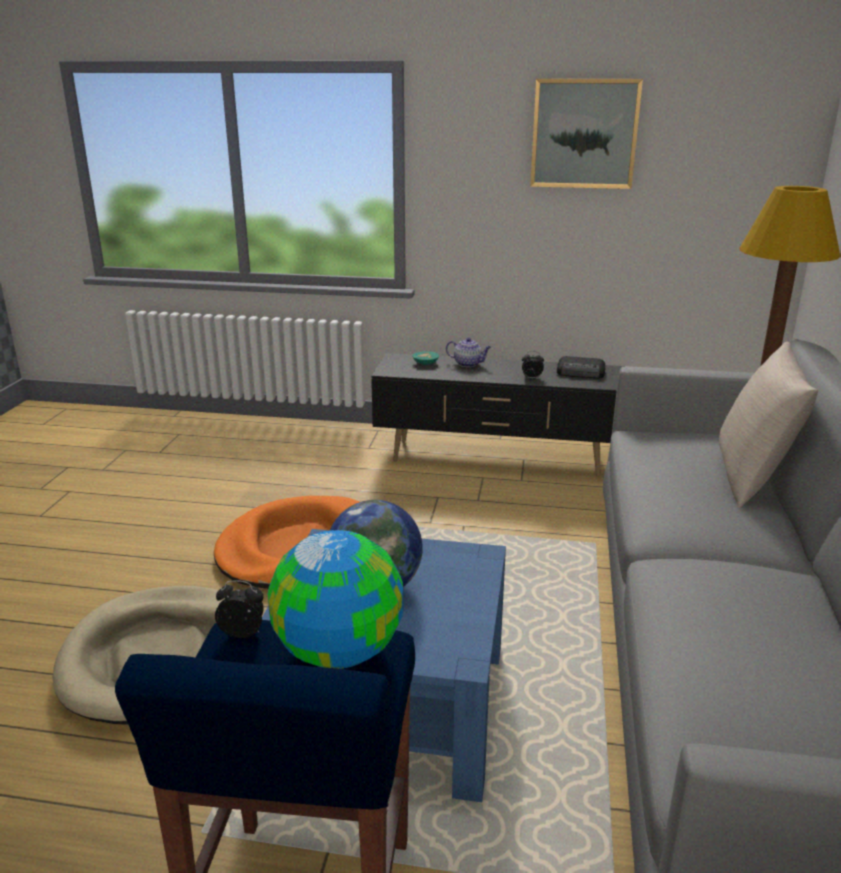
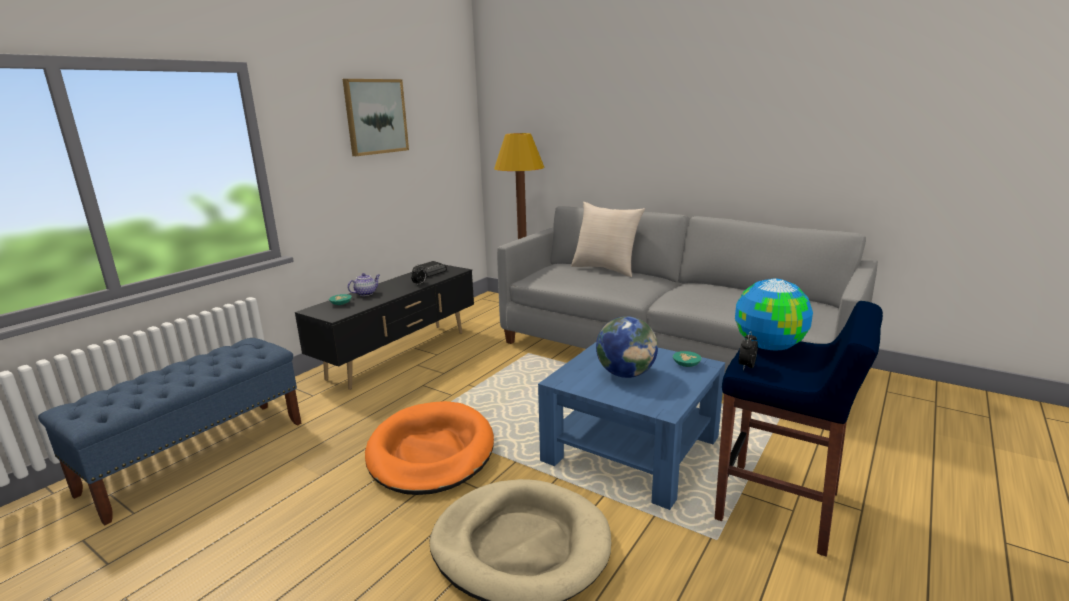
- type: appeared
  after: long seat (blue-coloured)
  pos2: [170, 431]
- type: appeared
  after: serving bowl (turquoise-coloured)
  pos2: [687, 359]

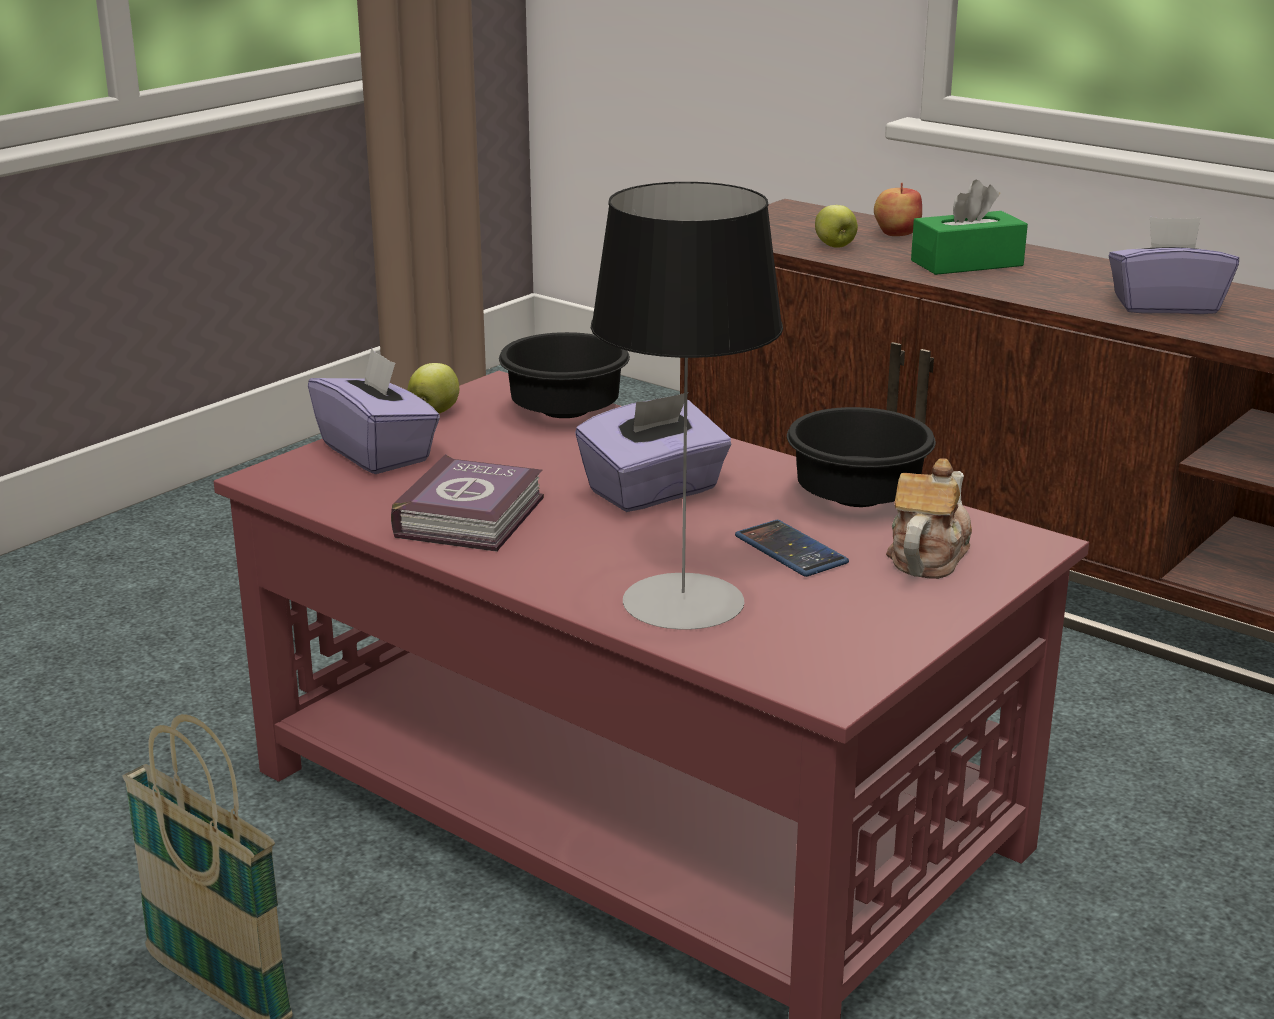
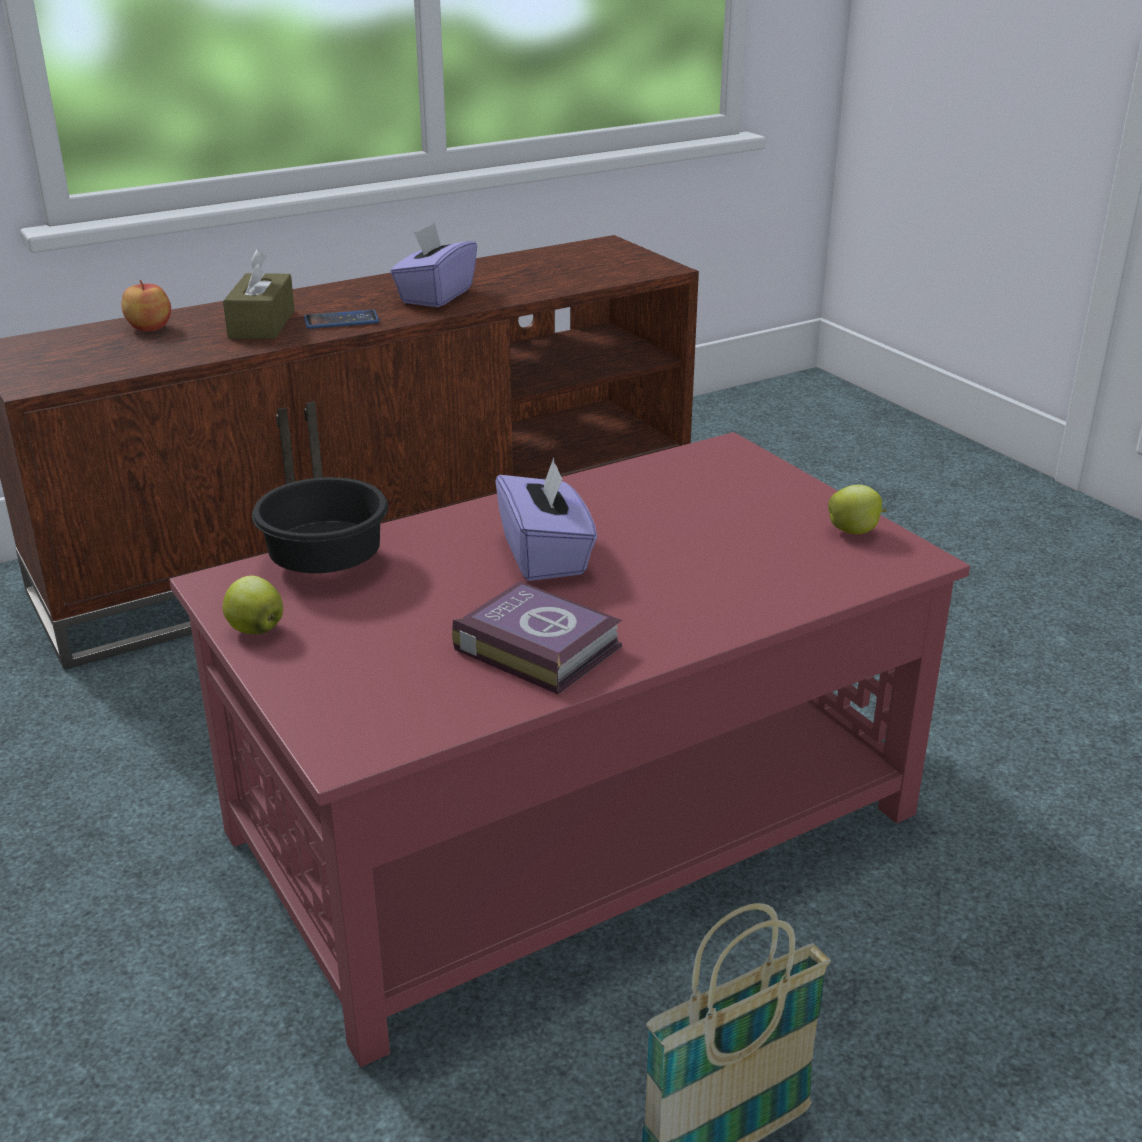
- type: missing
  before: tissue holder (purplish)
  pos1: [374, 411]
- type: missing
  before: lamp for a table
  pos1: [687, 406]
- type: relocated
  before: handset
  pos1: [792, 548]
  pos2: [341, 319]
- type: missing
  before: serving bowl (black-coloured)
  pos1: [861, 457]
- type: relocated
  before: apple fruit
  pos1: [836, 226]
  pos2: [857, 509]
- type: missing
  before: tea pot
  pos1: [929, 518]
- type: colour
  before: tissue holder (greenish)
  after: tissue holder (brown-coloured)
  pos1: [969, 227]
  pos2: [259, 294]

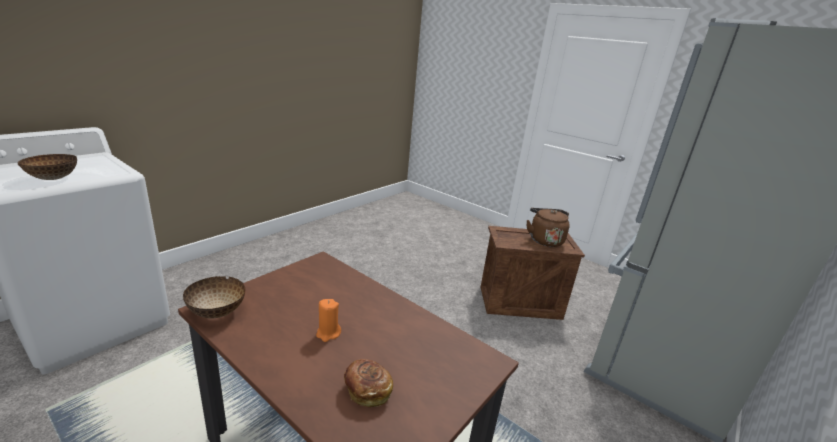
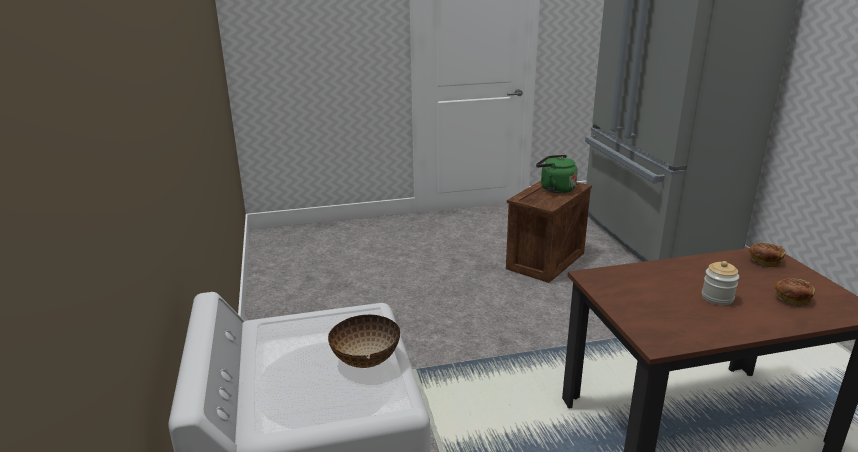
- type: missing
  before: serving bowl
  pos1: [214, 297]
- type: exchanged
  before: wax light (orangey)
  after: jar
  pos1: [328, 320]
  pos2: [720, 283]
- type: colour
  before: kettle (brown-coloured)
  after: kettle (greenish)
  pos1: [548, 227]
  pos2: [557, 174]
- type: appeared
  after: bread
  pos2: [767, 255]

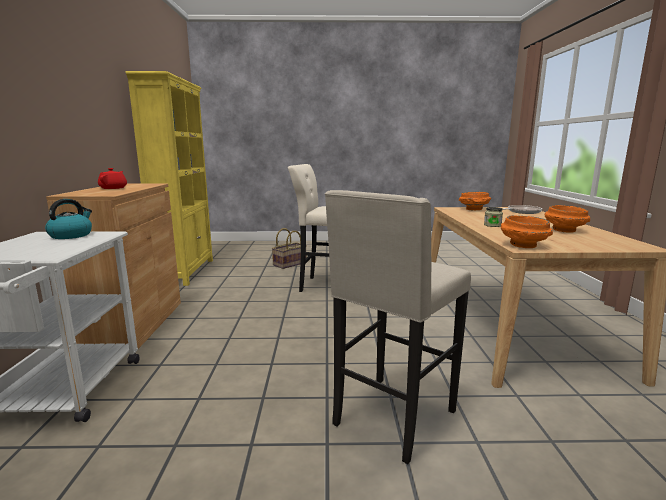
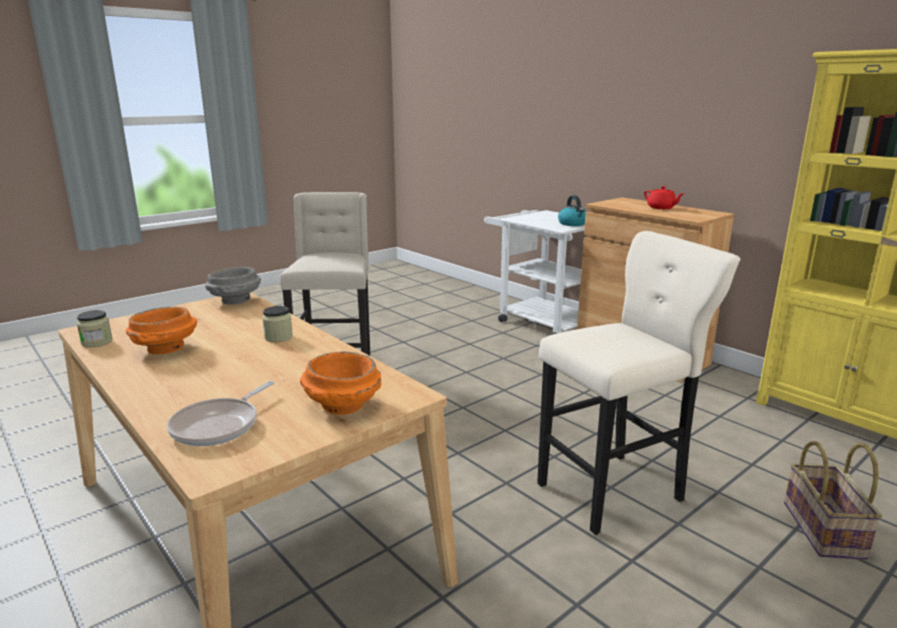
- type: colour
  before: serving bowl (orangey)
  after: serving bowl (gray)
  pos1: [527, 231]
  pos2: [233, 286]
- type: appeared
  after: jar
  pos2: [95, 328]

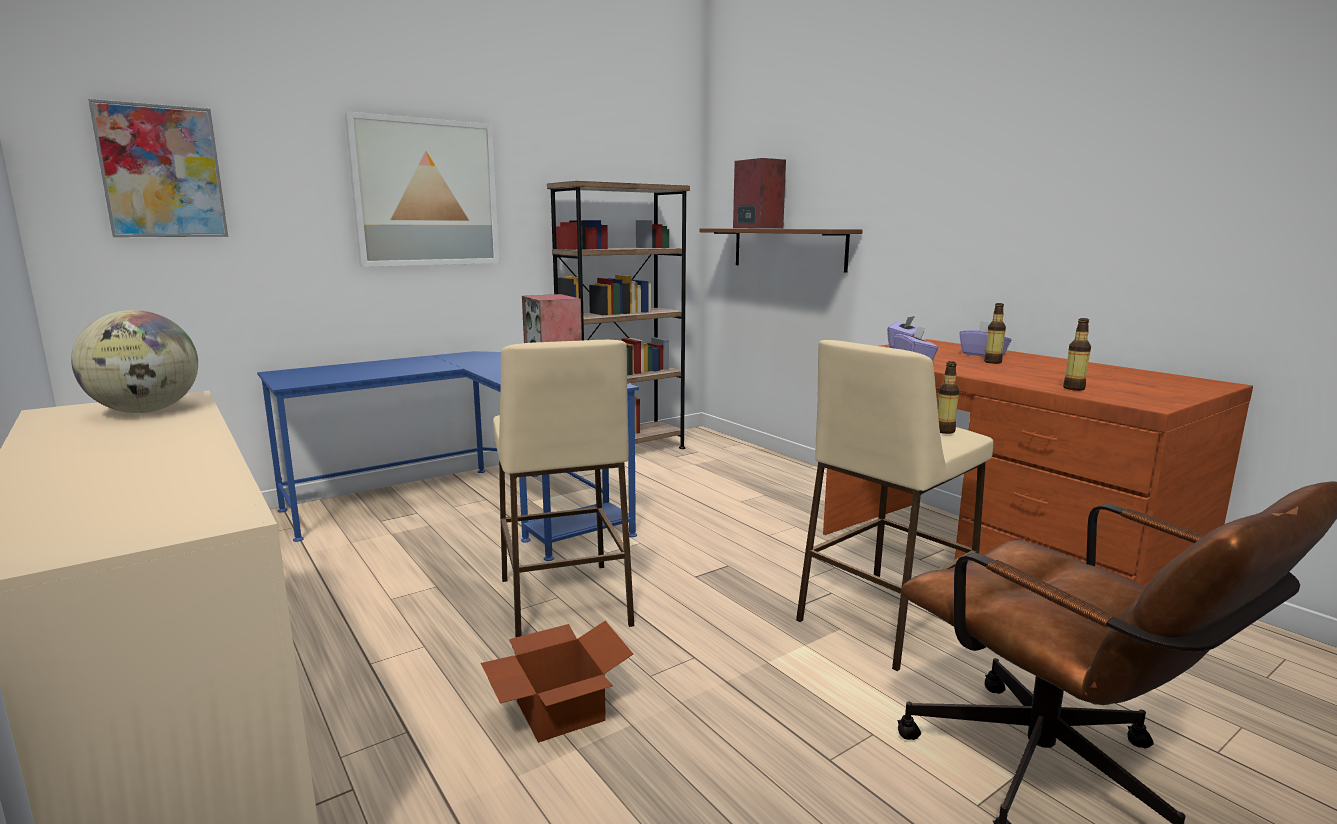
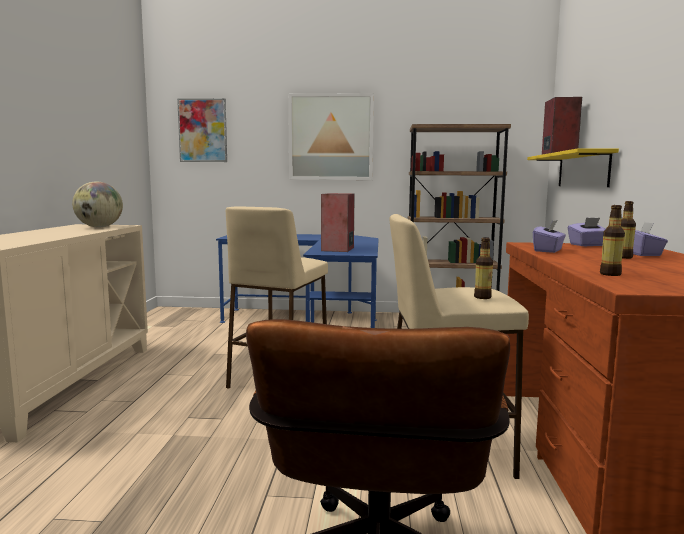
- type: missing
  before: packing box
  pos1: [557, 682]
- type: colour
  before: shelf (brown-coloured)
  after: shelf (yellowish)
  pos1: [781, 250]
  pos2: [573, 167]

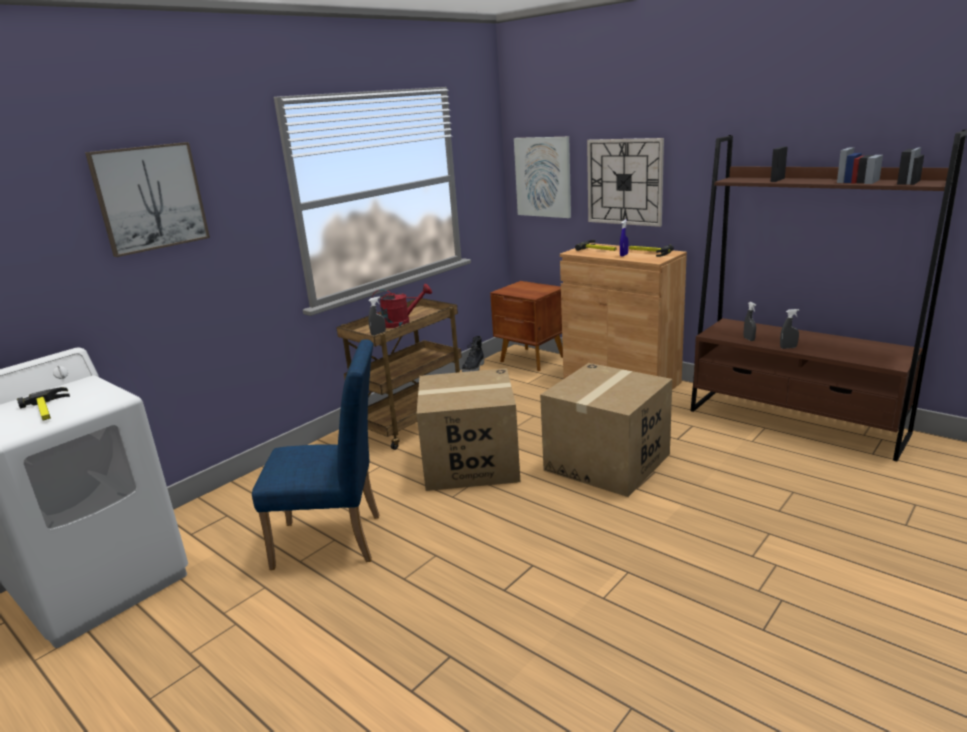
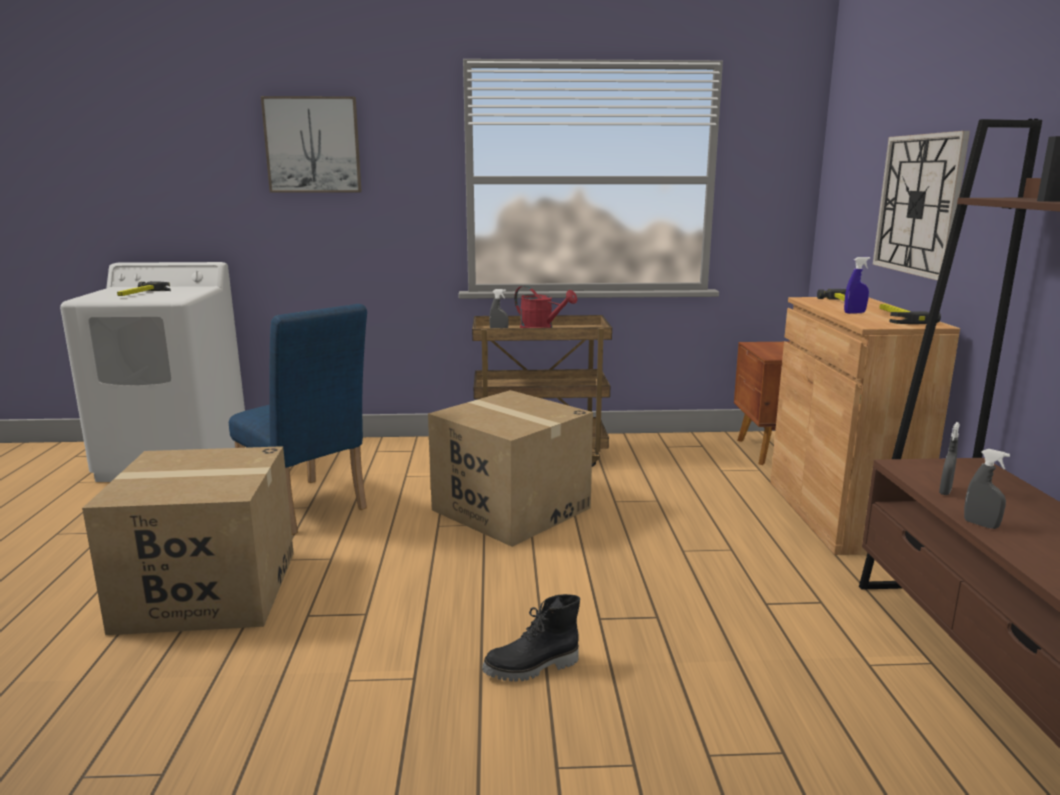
- type: relocated
  before: tall boot (black-coloured)
  pos1: [473, 354]
  pos2: [531, 638]
- type: missing
  before: wall picture
  pos1: [542, 177]
- type: relocated
  before: packing box
  pos1: [606, 430]
  pos2: [188, 540]

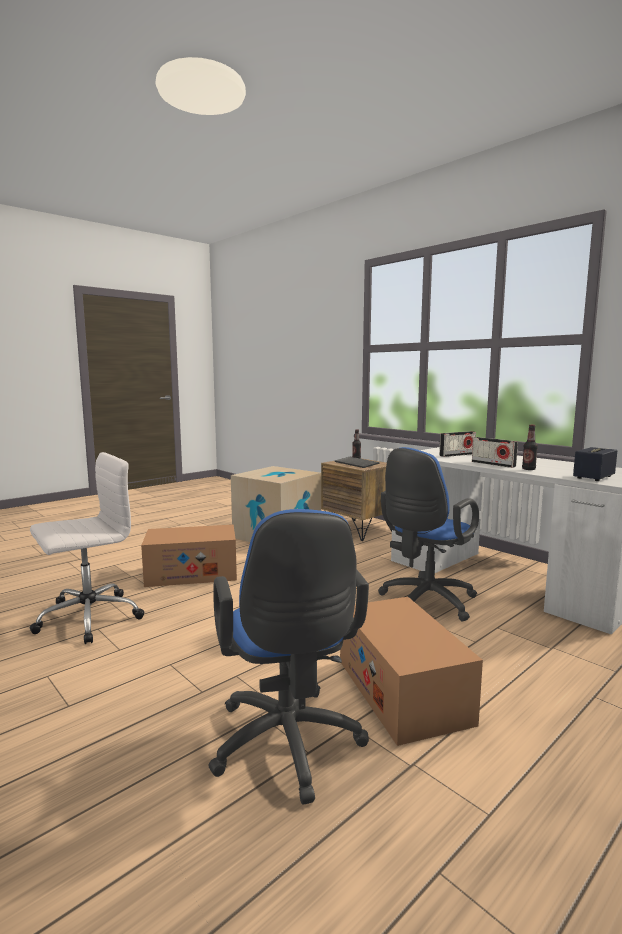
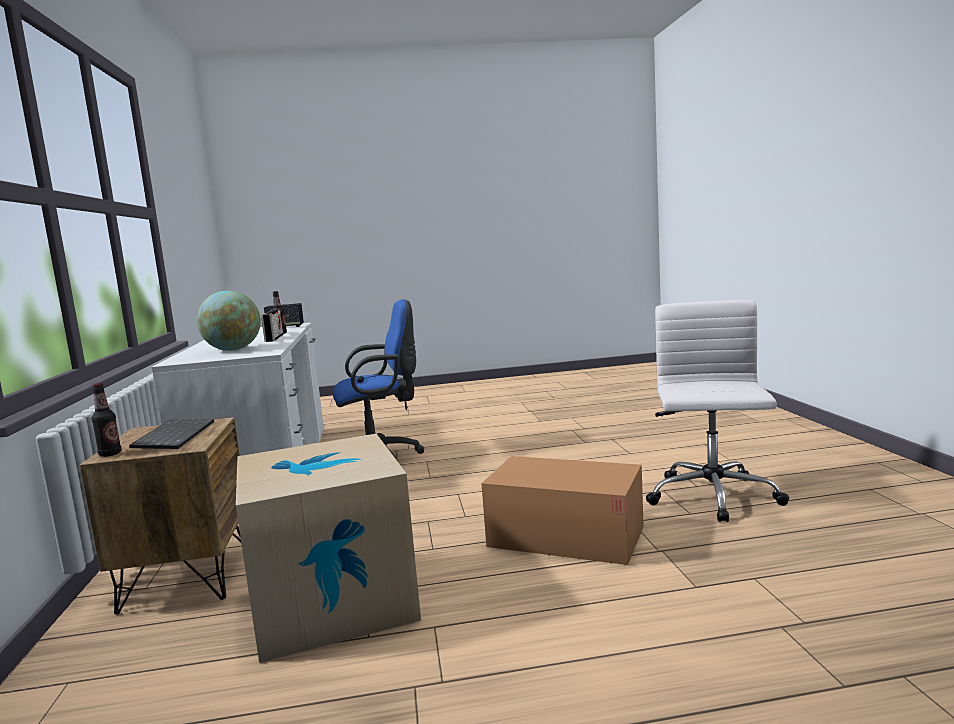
- type: spun
  before: office chair (white)
  pos1: [87, 548]
  pos2: [717, 411]
  turn: 105
- type: missing
  before: office chair (blue-coloured)
  pos1: [288, 657]
- type: missing
  before: packing box
  pos1: [411, 671]
- type: exchanged
  before: radio
  after: desk globe
  pos1: [457, 444]
  pos2: [229, 321]

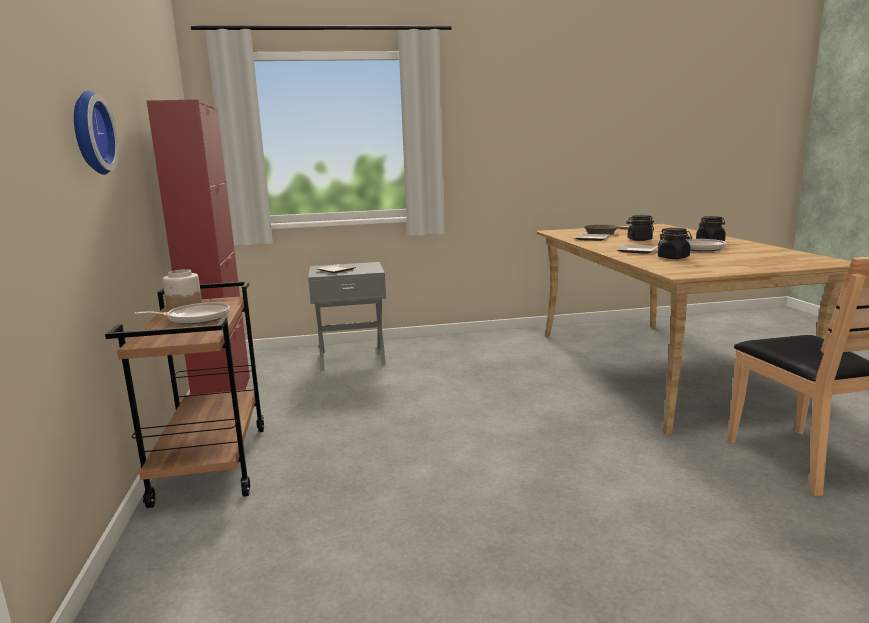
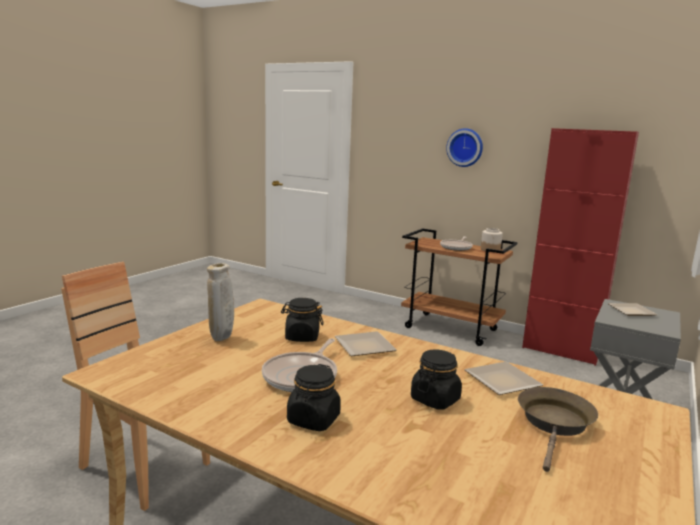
- type: appeared
  after: vase (beige)
  pos2: [220, 302]

